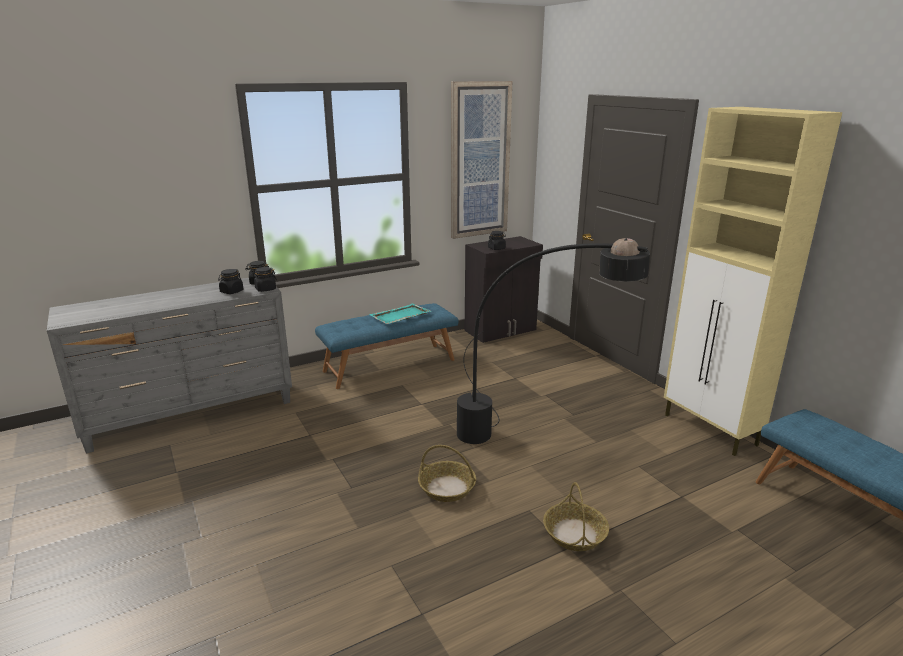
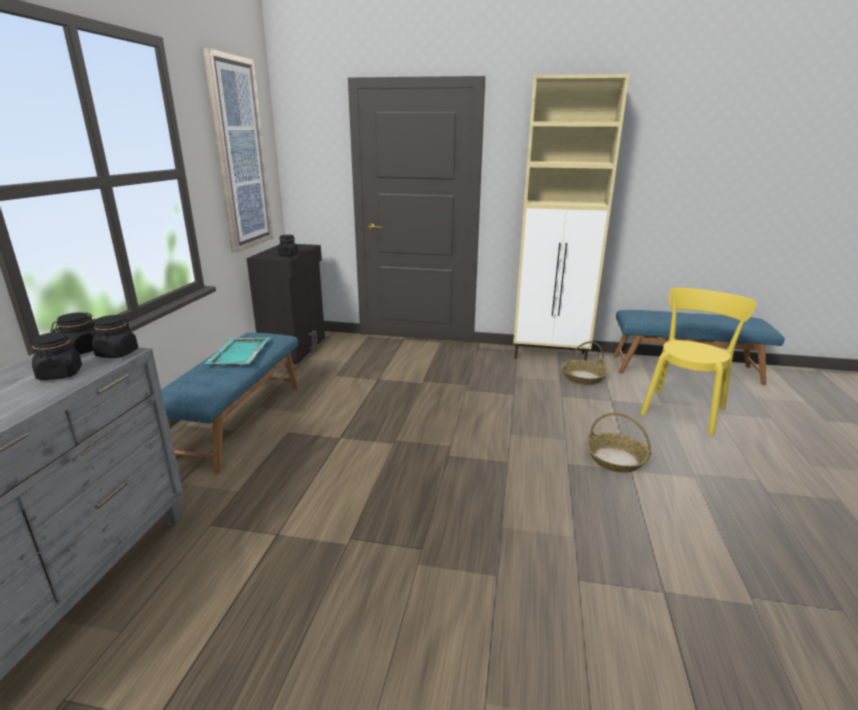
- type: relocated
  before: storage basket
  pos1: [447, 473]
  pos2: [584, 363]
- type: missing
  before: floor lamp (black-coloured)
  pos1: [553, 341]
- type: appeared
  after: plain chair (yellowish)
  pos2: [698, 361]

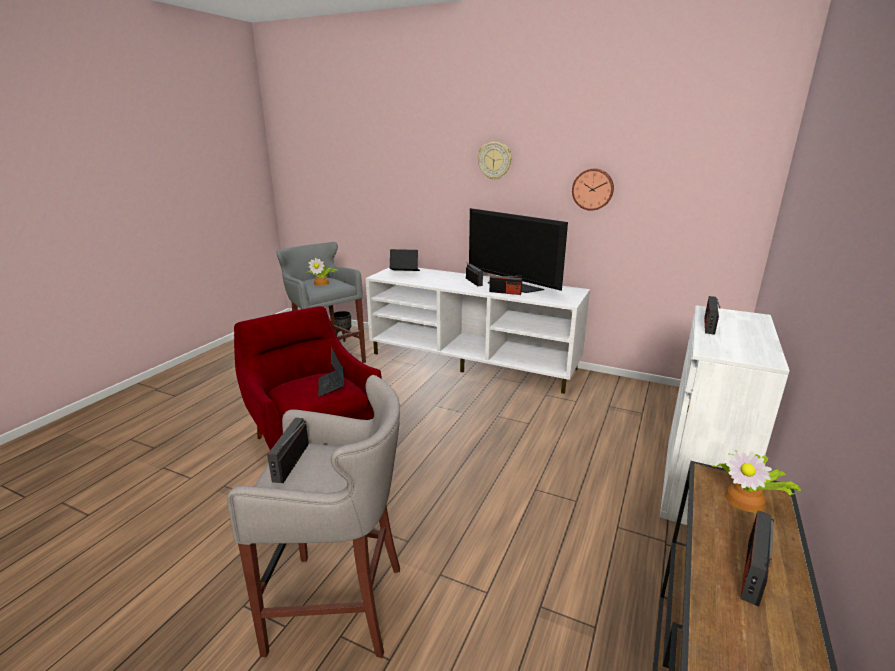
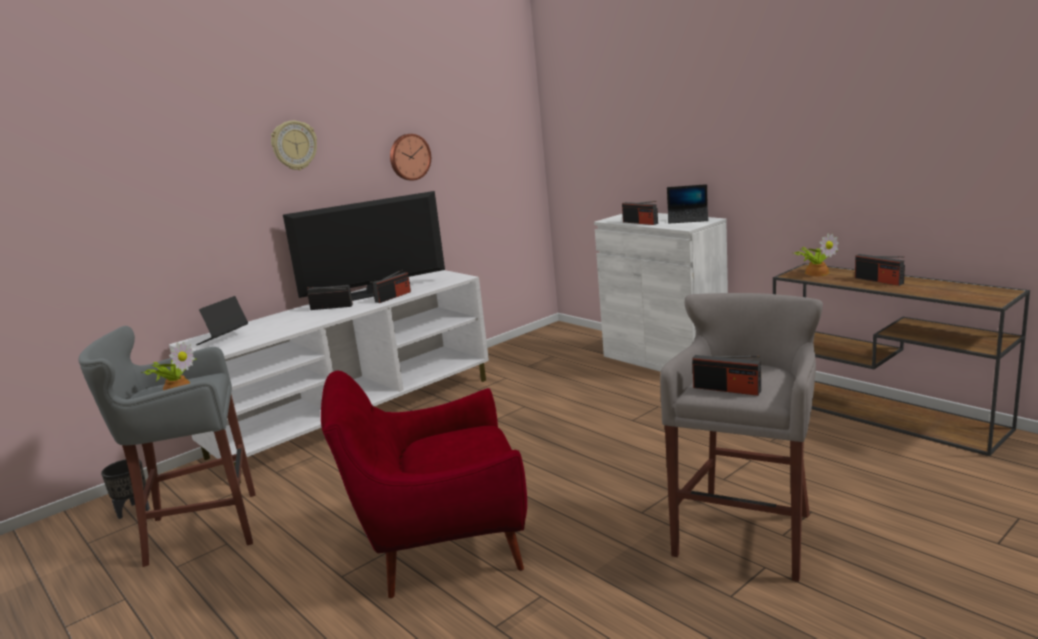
- type: relocated
  before: laptop
  pos1: [331, 372]
  pos2: [688, 204]

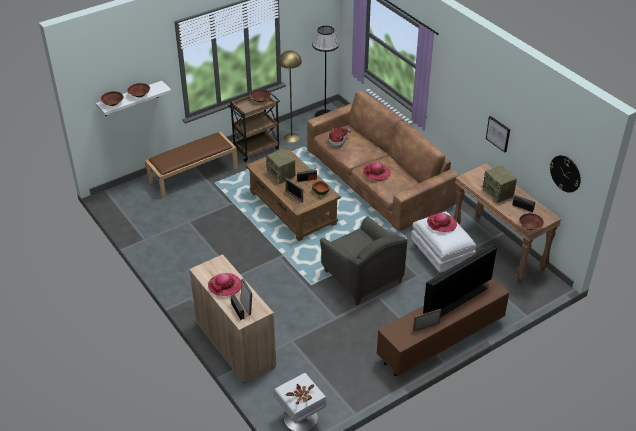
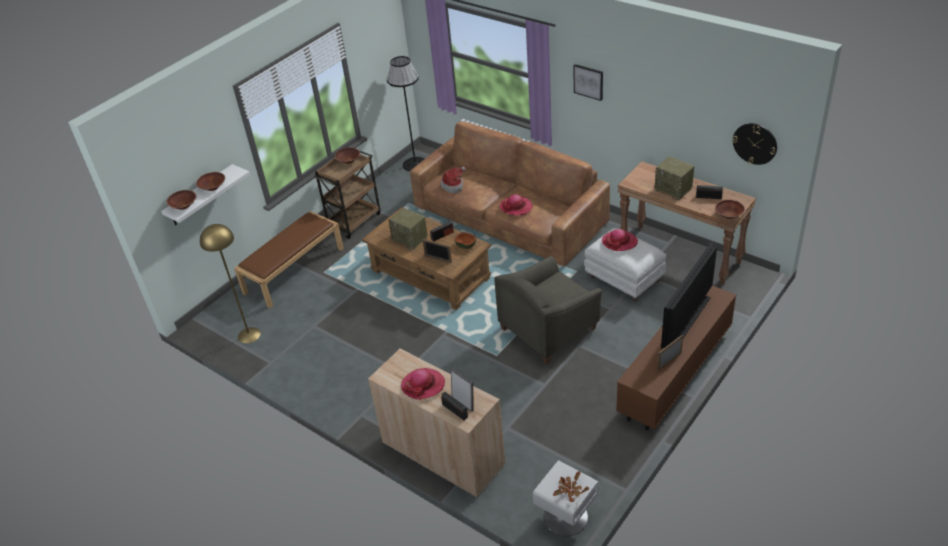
- type: relocated
  before: floor lamp (yellowish)
  pos1: [290, 96]
  pos2: [230, 283]
- type: spun
  before: easy chair (gray)
  pos1: [363, 260]
  pos2: [548, 310]
  turn: 105
- type: relocated
  before: wall picture
  pos1: [498, 134]
  pos2: [588, 82]

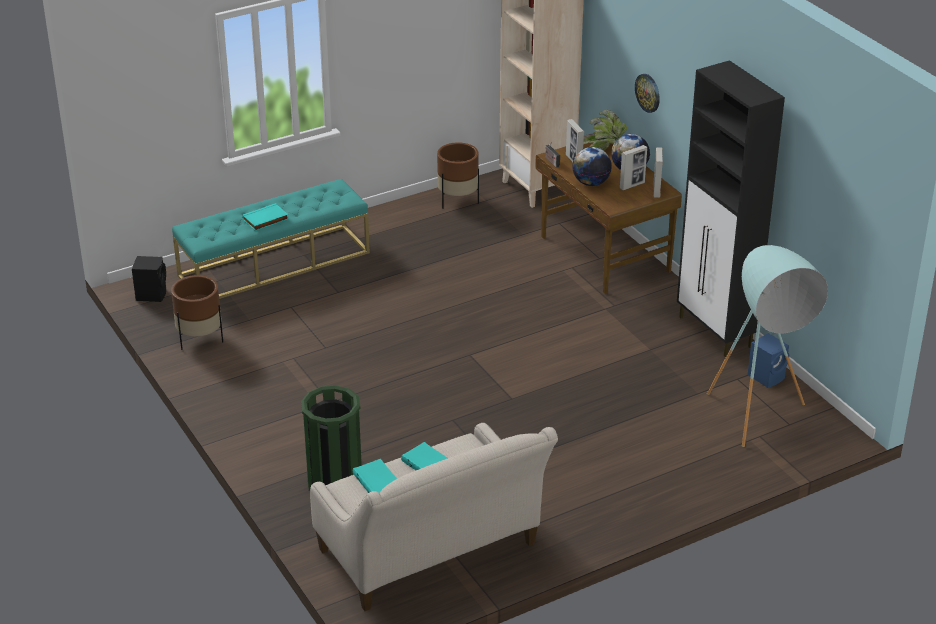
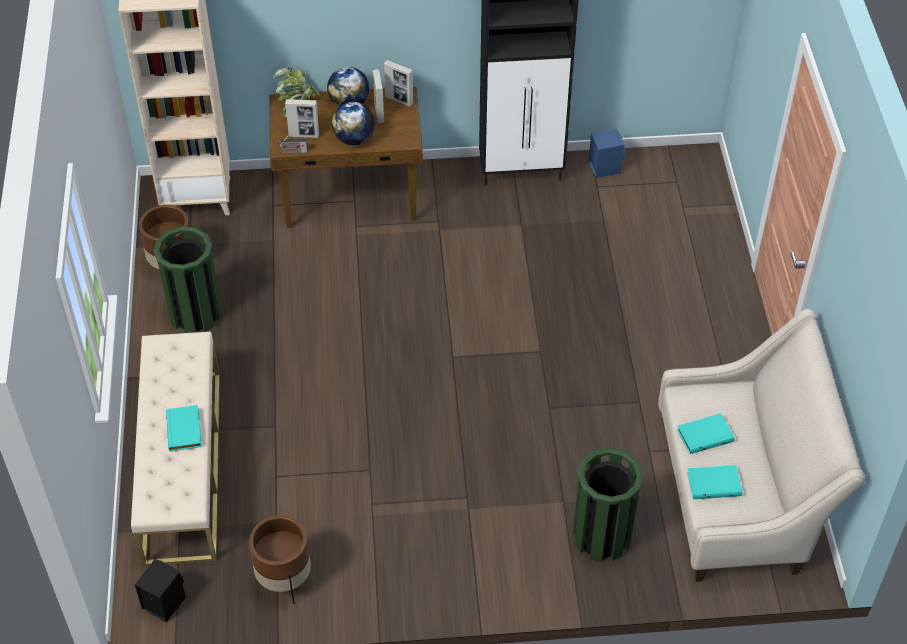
- type: colour
  before: long seat (turquoise-coloured)
  after: long seat (beige)
  pos1: [271, 239]
  pos2: [175, 448]
- type: missing
  before: hanging clock
  pos1: [647, 93]
- type: missing
  before: floor lamp (turquoise-coloured)
  pos1: [767, 346]
- type: appeared
  after: waste bin (greenish)
  pos2: [187, 279]

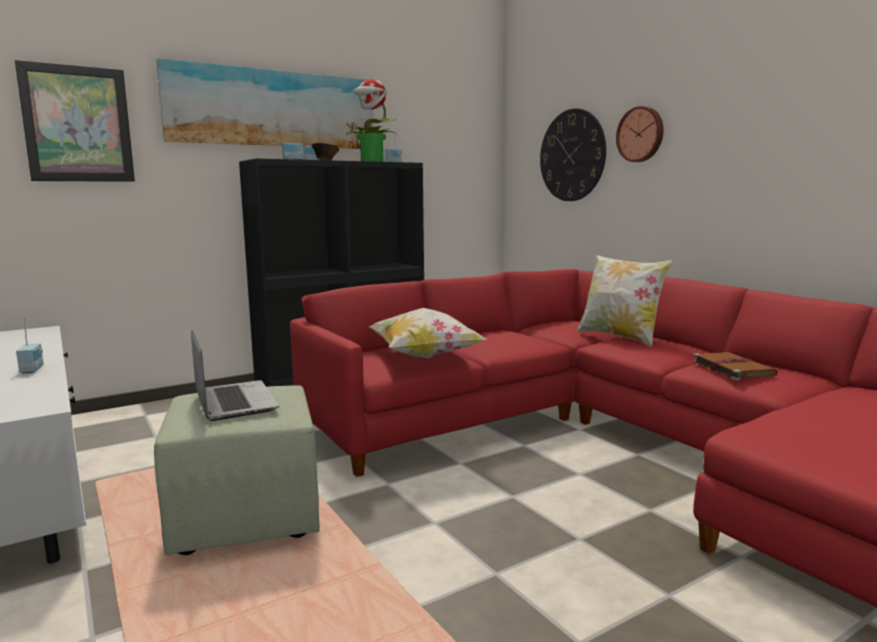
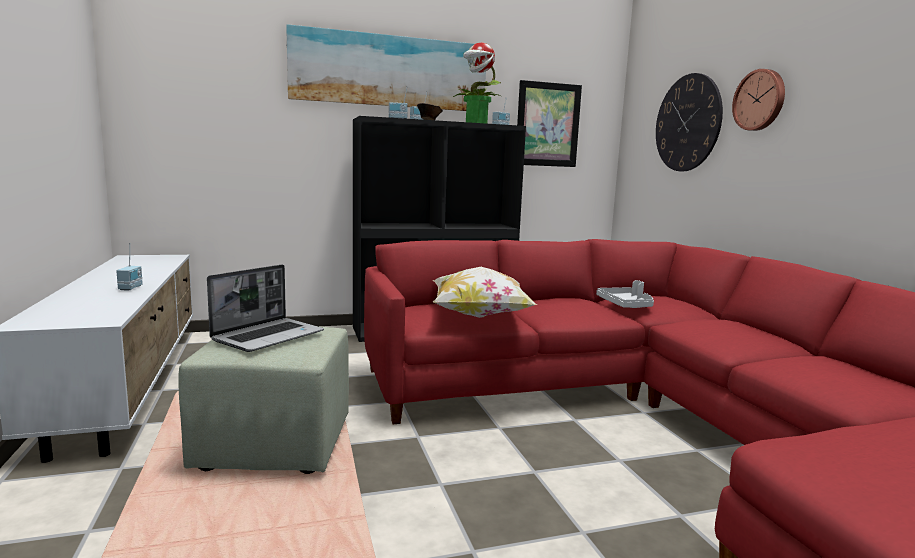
- type: relocated
  before: wall picture
  pos1: [75, 121]
  pos2: [549, 123]
- type: spun
  before: laptop
  pos1: [235, 375]
  pos2: [265, 308]
  turn: 45
- type: missing
  before: throw pillow
  pos1: [624, 301]
- type: missing
  before: book (brown-coloured)
  pos1: [735, 366]
- type: appeared
  after: carrying tray (gray)
  pos2: [625, 294]

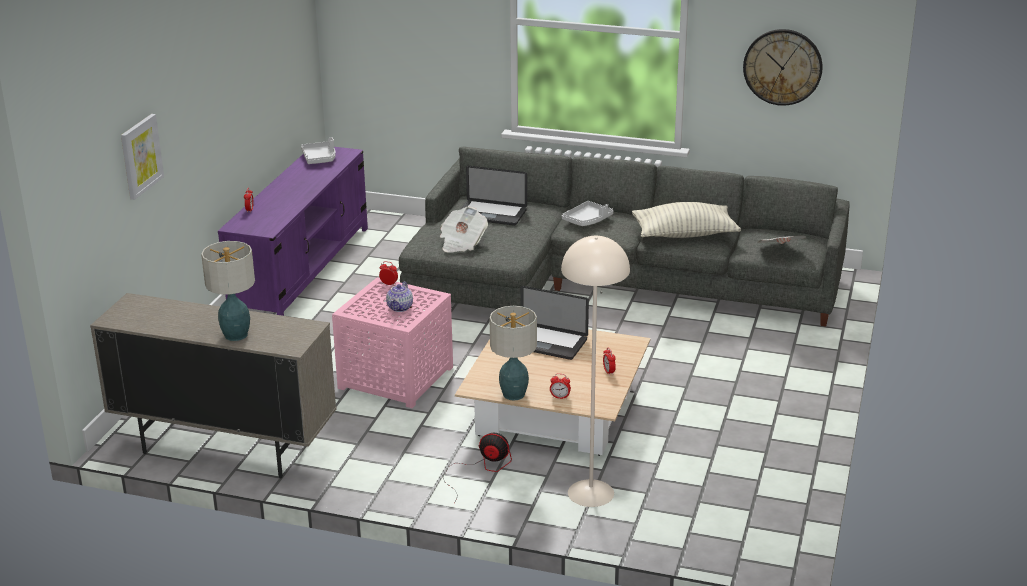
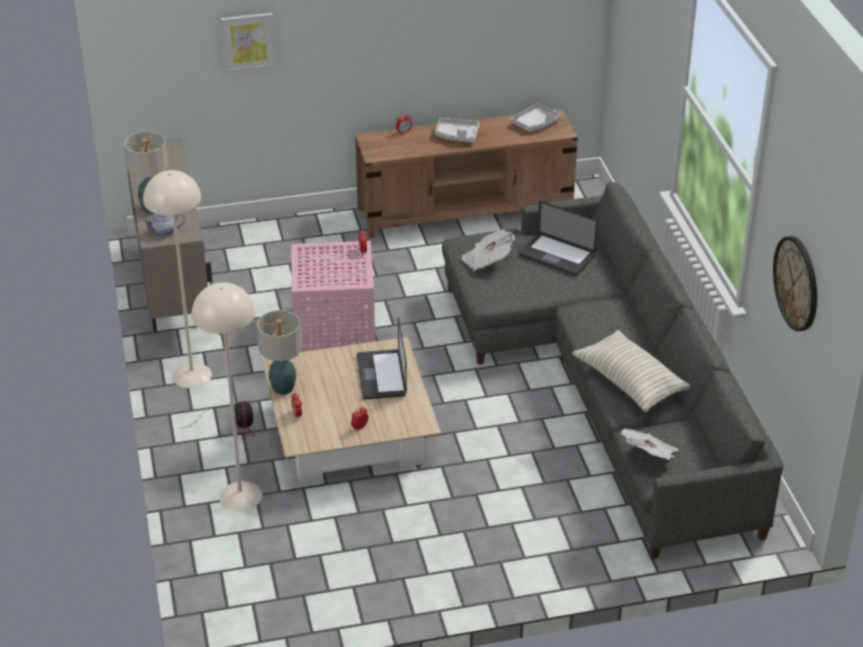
- type: colour
  before: tv unit (purplish)
  after: tv unit (brown-coloured)
  pos1: [293, 231]
  pos2: [466, 174]
- type: relocated
  before: tea pot
  pos1: [399, 297]
  pos2: [163, 225]
- type: spun
  before: laptop
  pos1: [494, 196]
  pos2: [558, 238]
  turn: -45
- type: relocated
  before: carrying tray (gray)
  pos1: [587, 213]
  pos2: [457, 130]
- type: appeared
  after: floor lamp (beige)
  pos2: [177, 279]

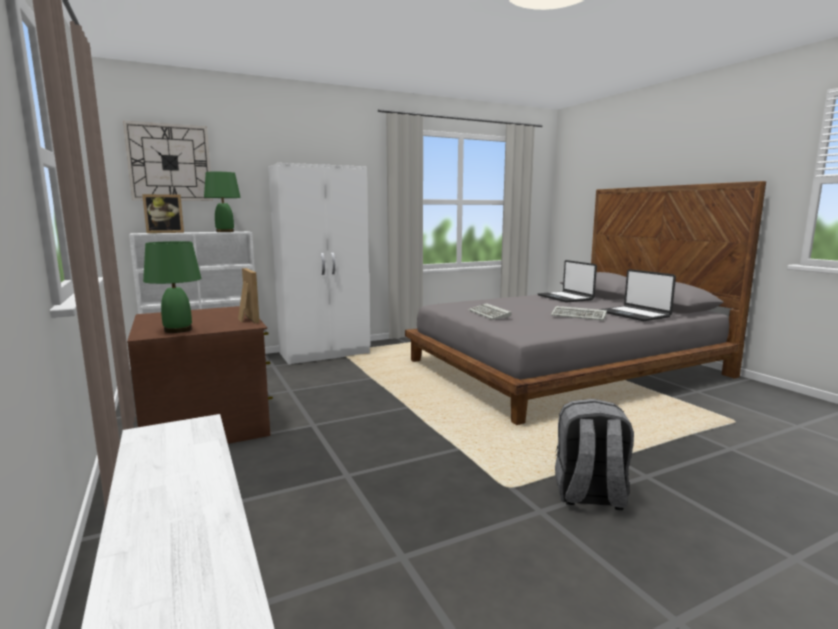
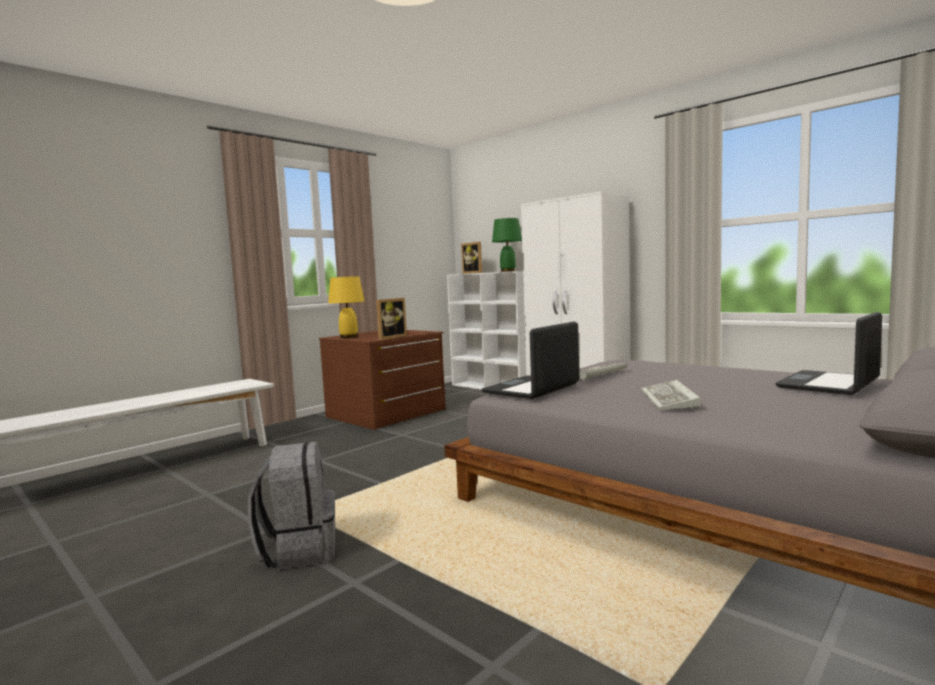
- type: missing
  before: hanging clock
  pos1: [168, 161]
- type: colour
  before: lamp for a table (greenish)
  after: lamp for a table (yellowish)
  pos1: [172, 287]
  pos2: [346, 307]
- type: relocated
  before: laptop
  pos1: [637, 295]
  pos2: [530, 360]

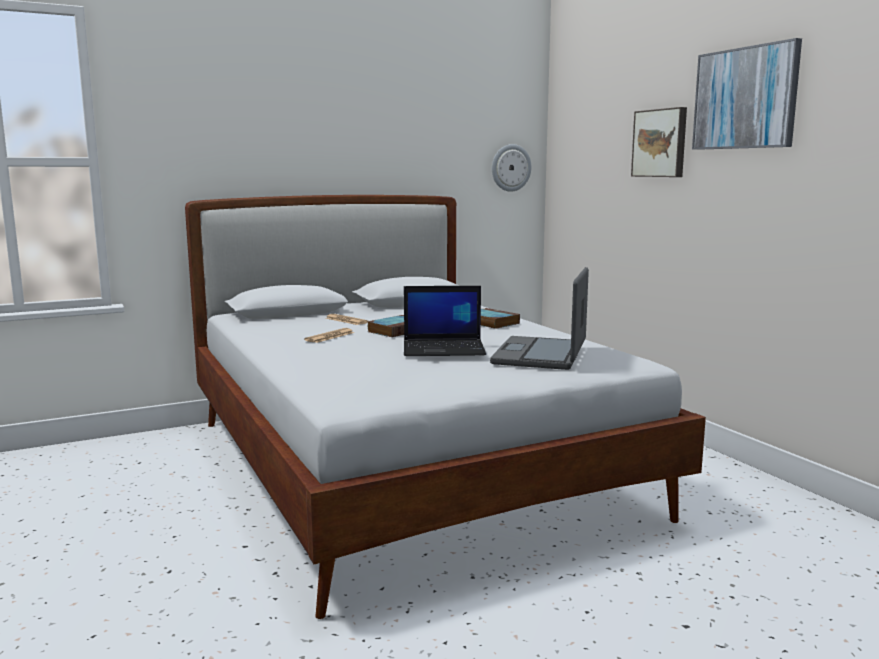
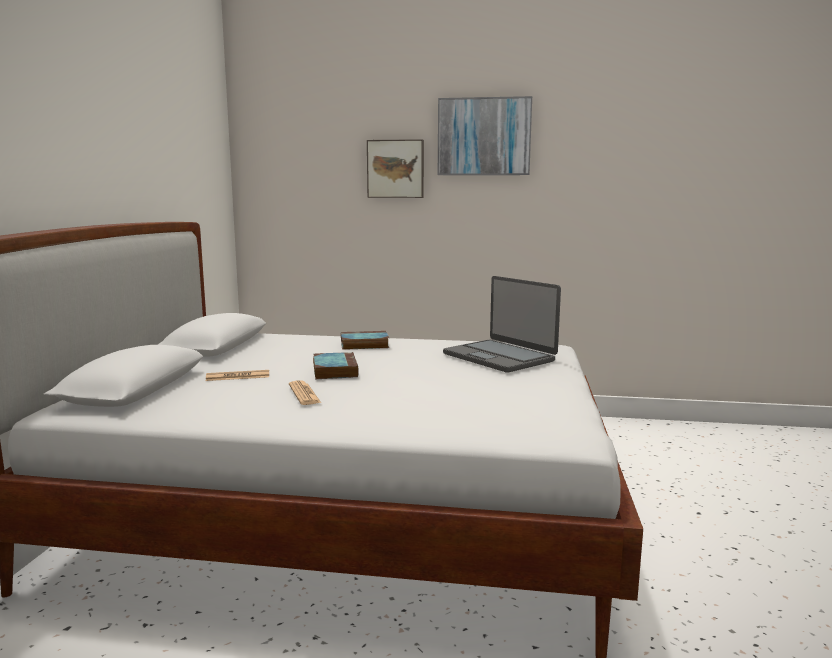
- type: missing
  before: laptop
  pos1: [445, 321]
- type: missing
  before: hanging clock
  pos1: [512, 168]

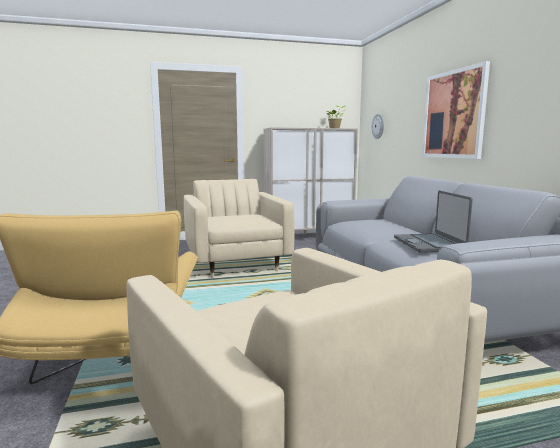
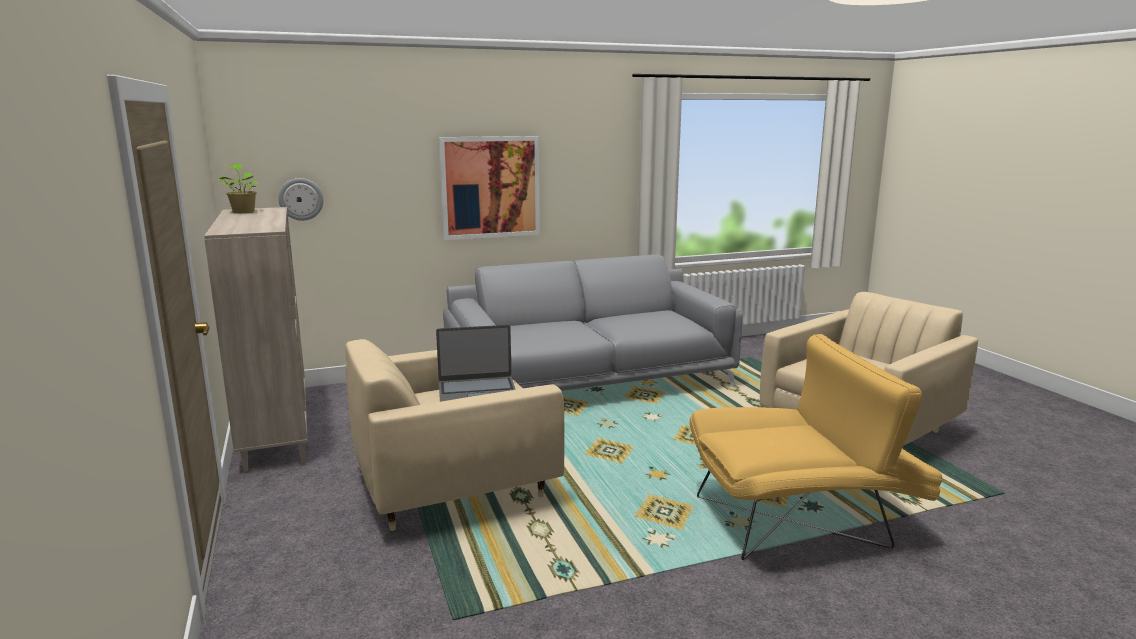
- type: relocated
  before: laptop
  pos1: [433, 222]
  pos2: [476, 363]

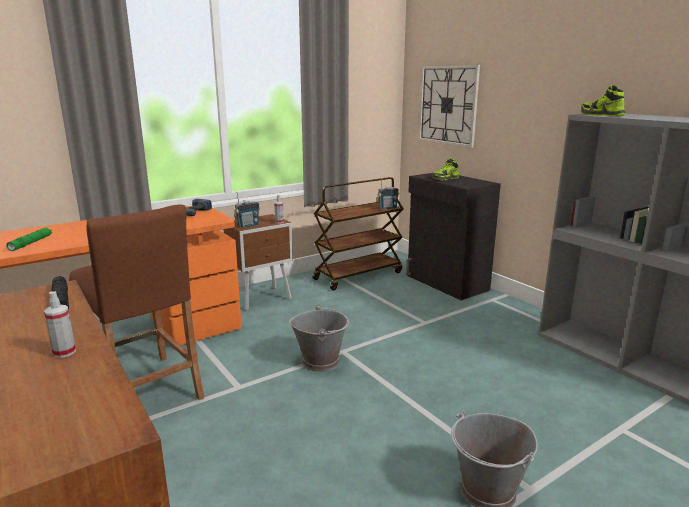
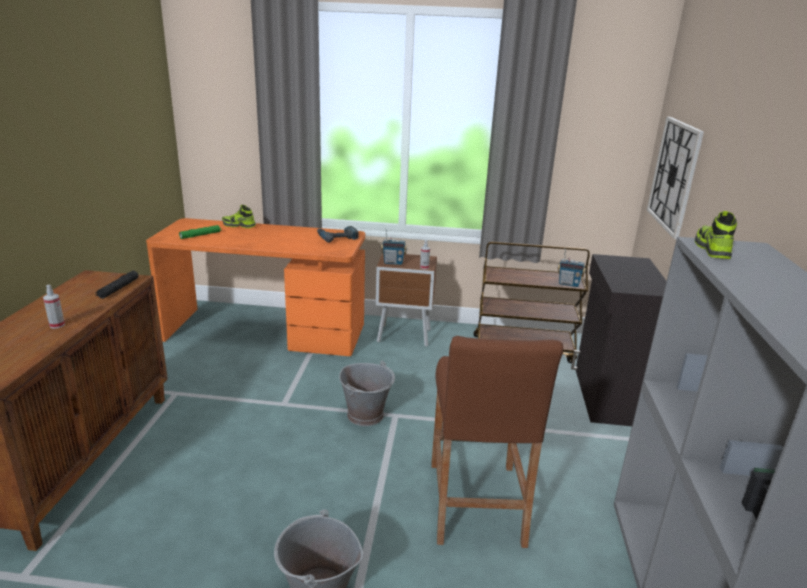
- type: relocated
  before: sitting stool (brown-coloured)
  pos1: [136, 302]
  pos2: [497, 442]
- type: relocated
  before: shoe
  pos1: [445, 169]
  pos2: [239, 216]

